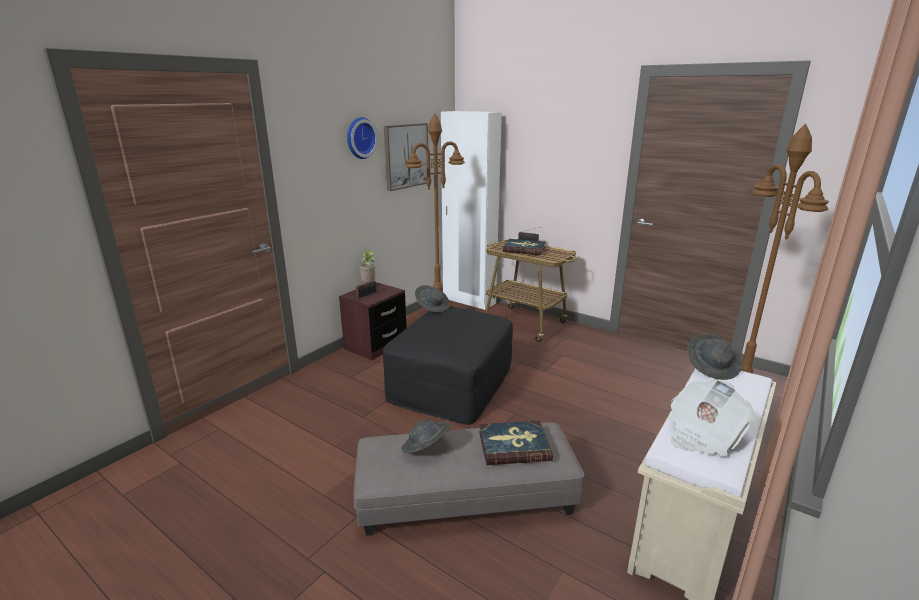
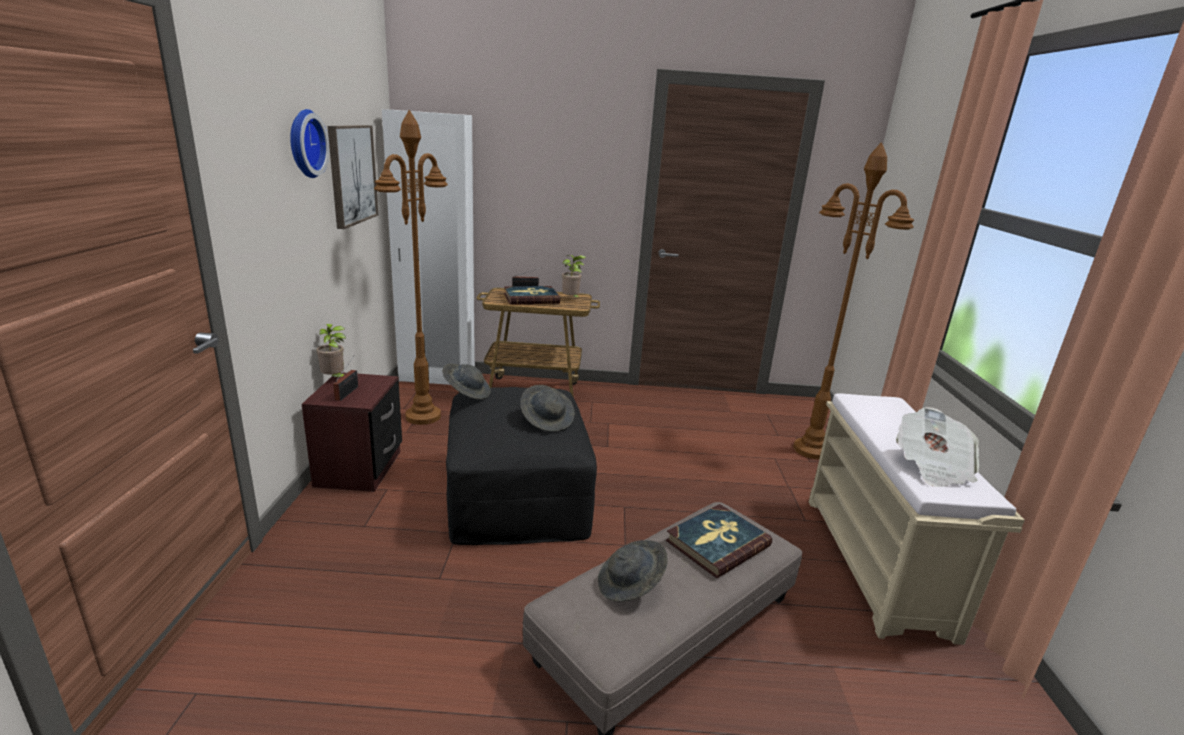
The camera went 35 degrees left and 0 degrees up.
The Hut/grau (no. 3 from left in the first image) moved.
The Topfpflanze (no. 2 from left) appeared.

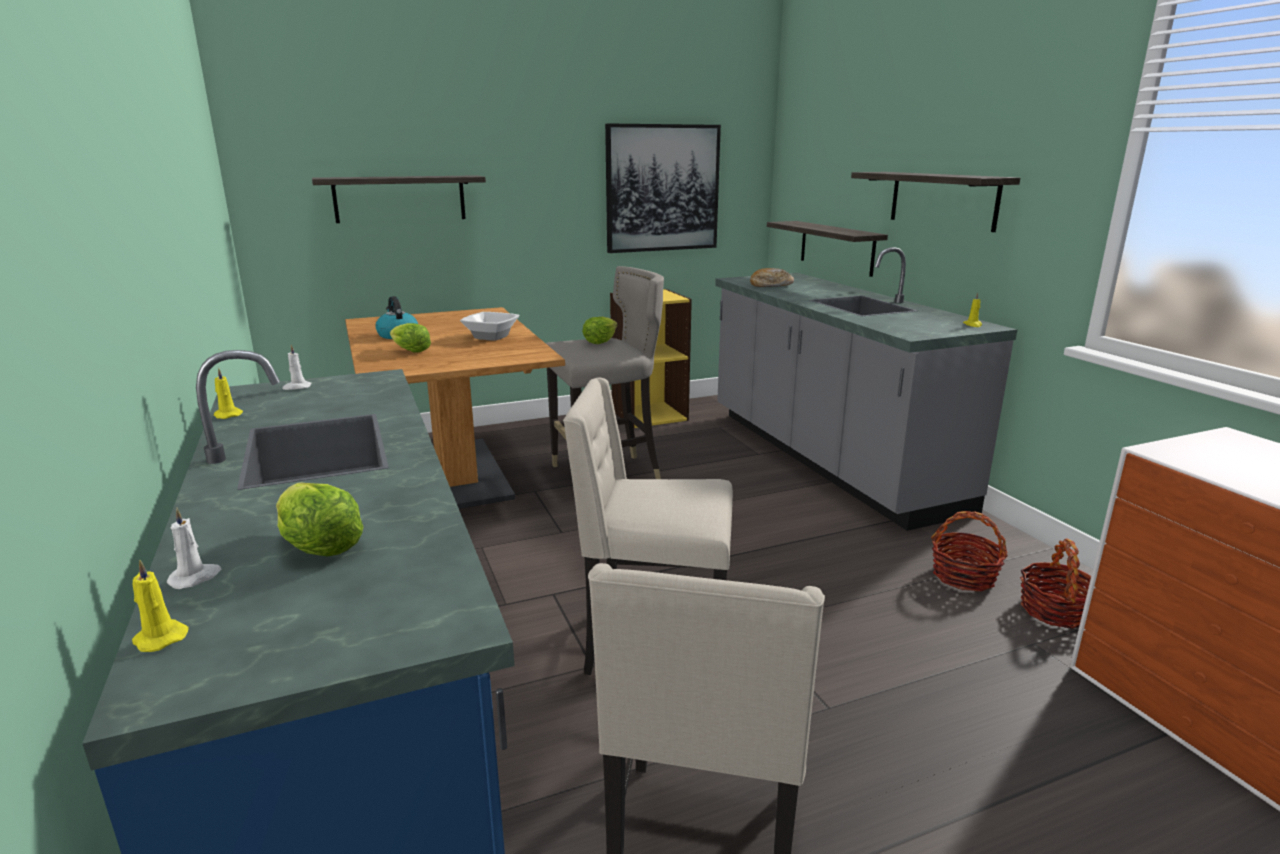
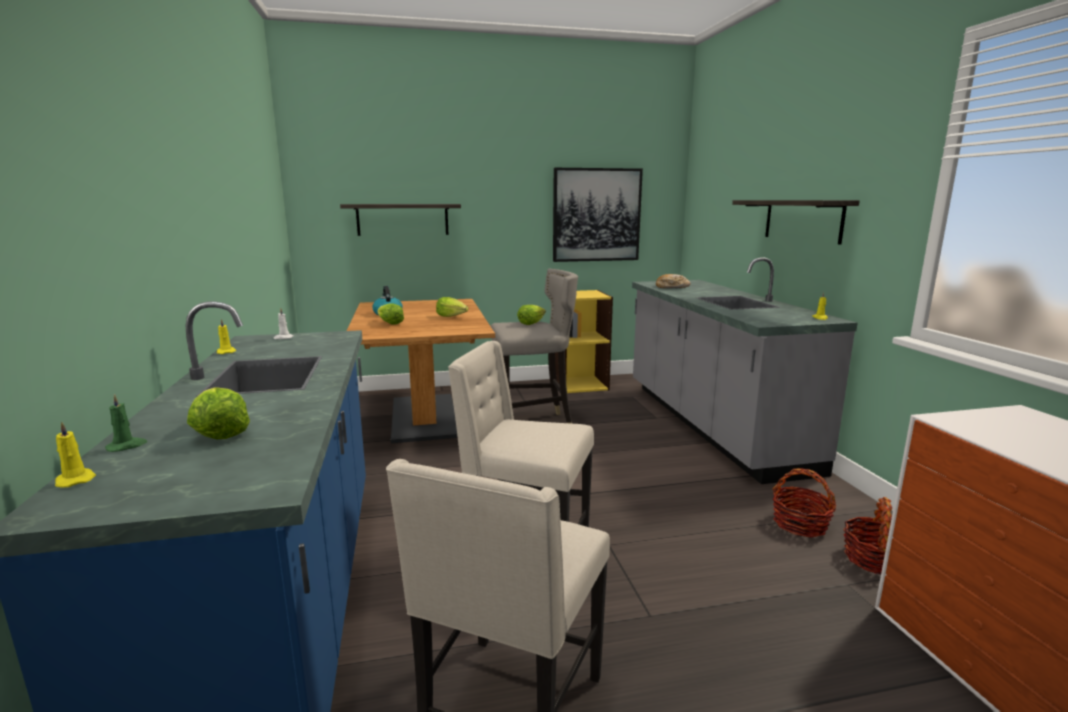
The camera went 10 degrees right and 5 degrees down.
The Kerze/weiß (no. 1 from left) became the Kerze/grün.
The Schüssel was replaced by the Salatkopf (no. 3 from left).
The Wandregal (no. 2 from left) disappeared.

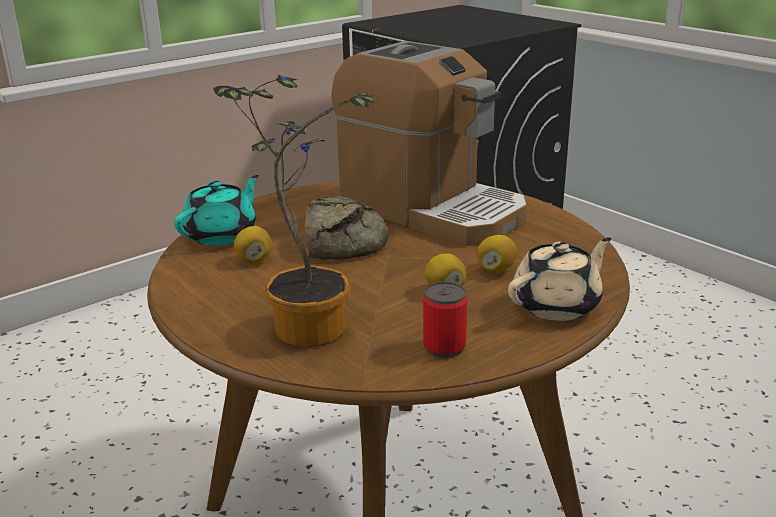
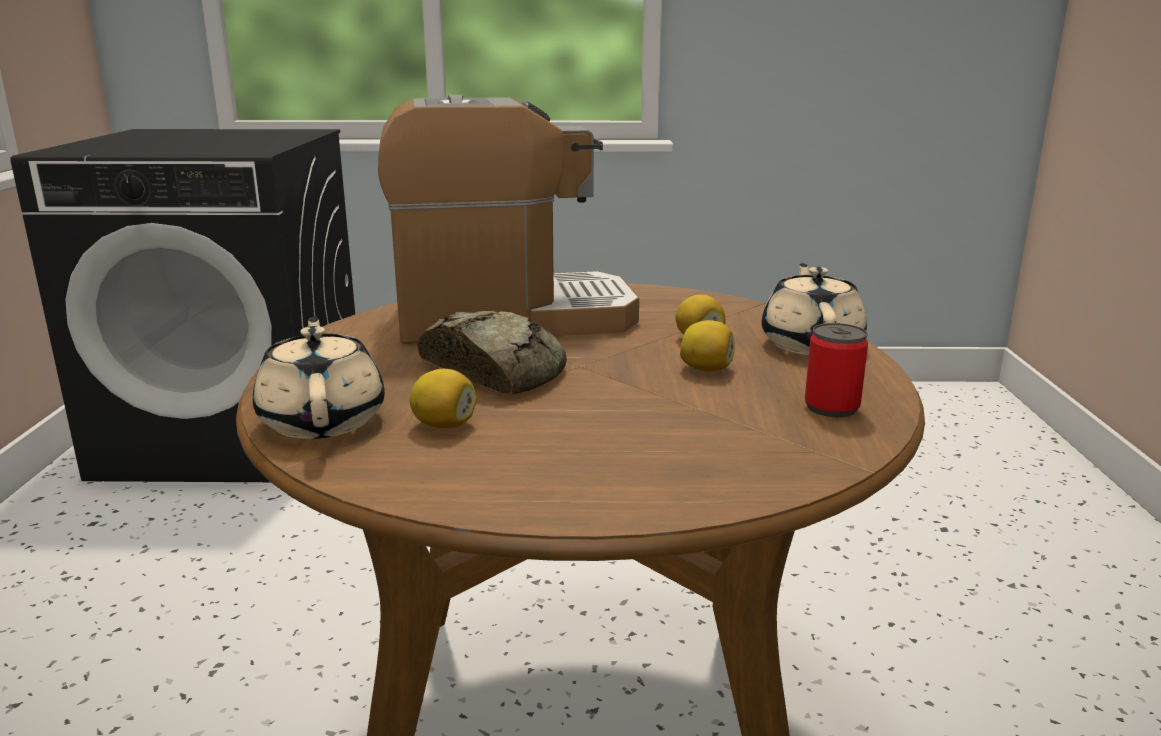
The camera went 50 degrees left and 5 degrees down.
The Teekanne/türkis became the Teekanne/beige (no. 1 from left).
The Topfpflanze disappeared.

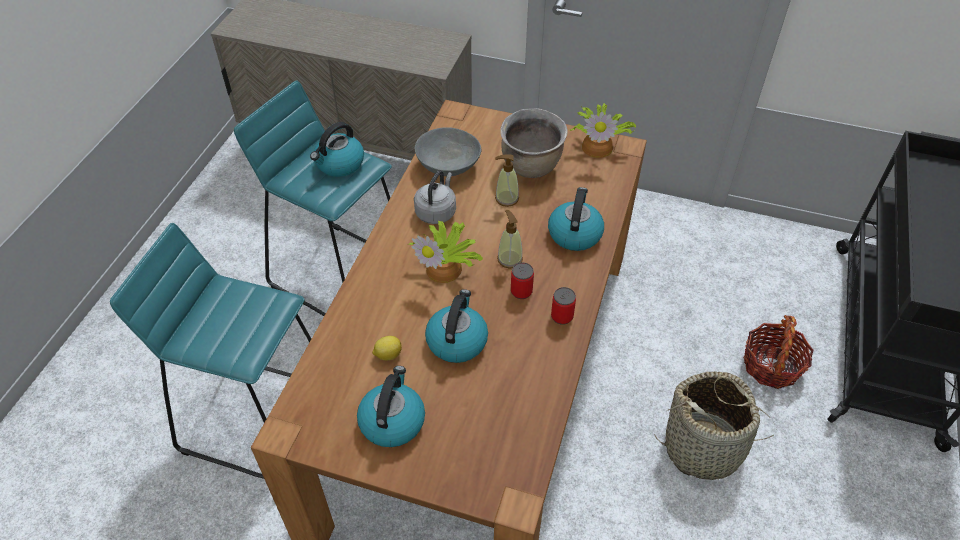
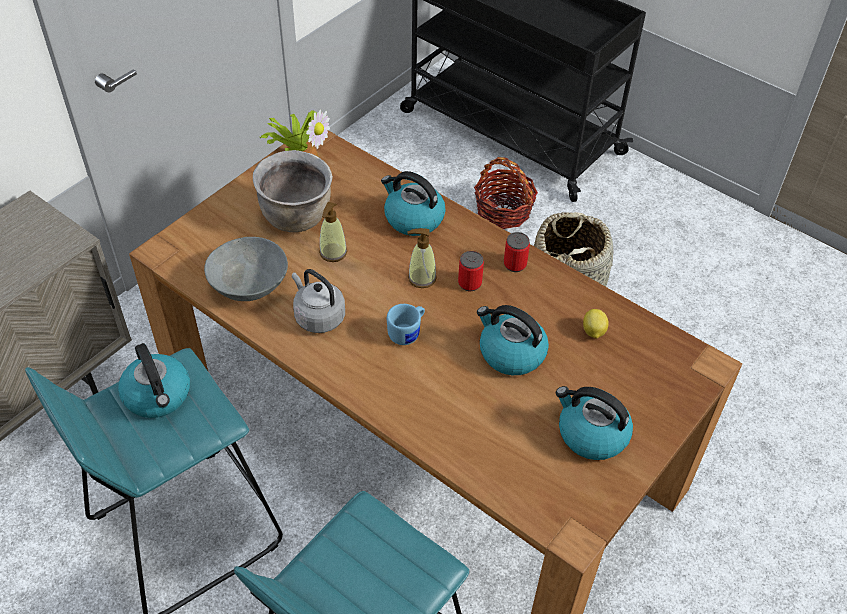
The camera went 70 degrees left and 0 degrees up.
The Zitrone moved.
The Topfpflanze (no. 1 from left) was replaced by the Henkelbecher/blau.

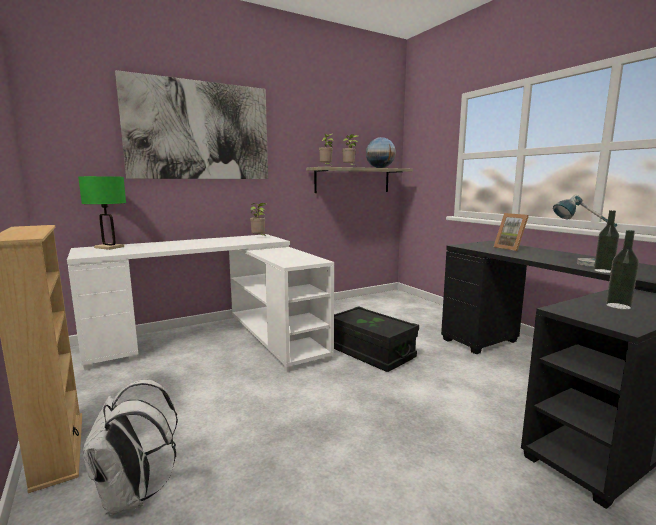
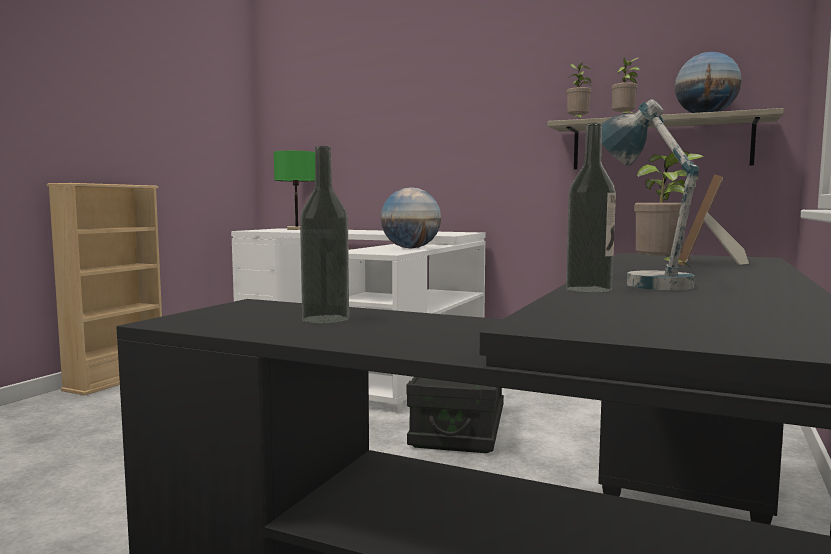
The camera went 55 degrees right and 5 degrees down.
The Rucksack/weiß disappeared.
The Bild disappeared.
The Topfpflanze (no. 1 from left in the first image) moved.
The Globus (no. 1 from left) appeared.

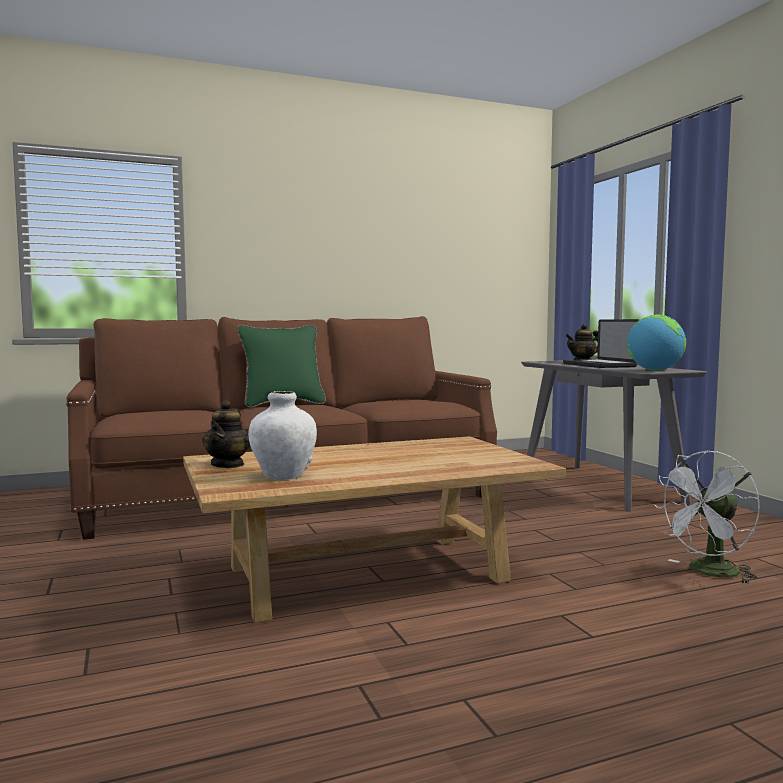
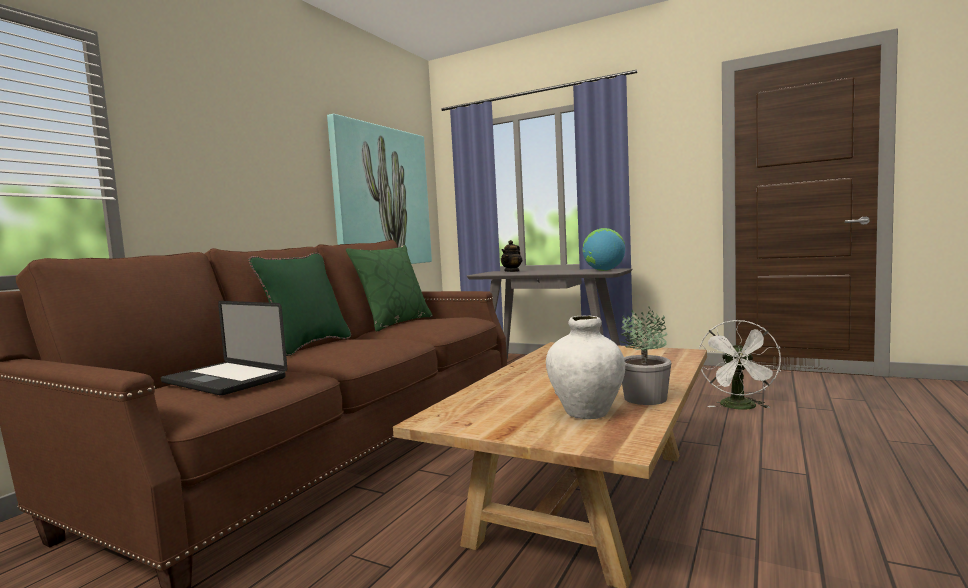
The camera went 40 degrees left and 0 degrees up.
The Teekanne (no. 1 from left) disappeared.
The Laptop moved.
The Bild appeared.
The Kissen/grün (no. 2 from left) appeared.
The Topfpflanze appeared.

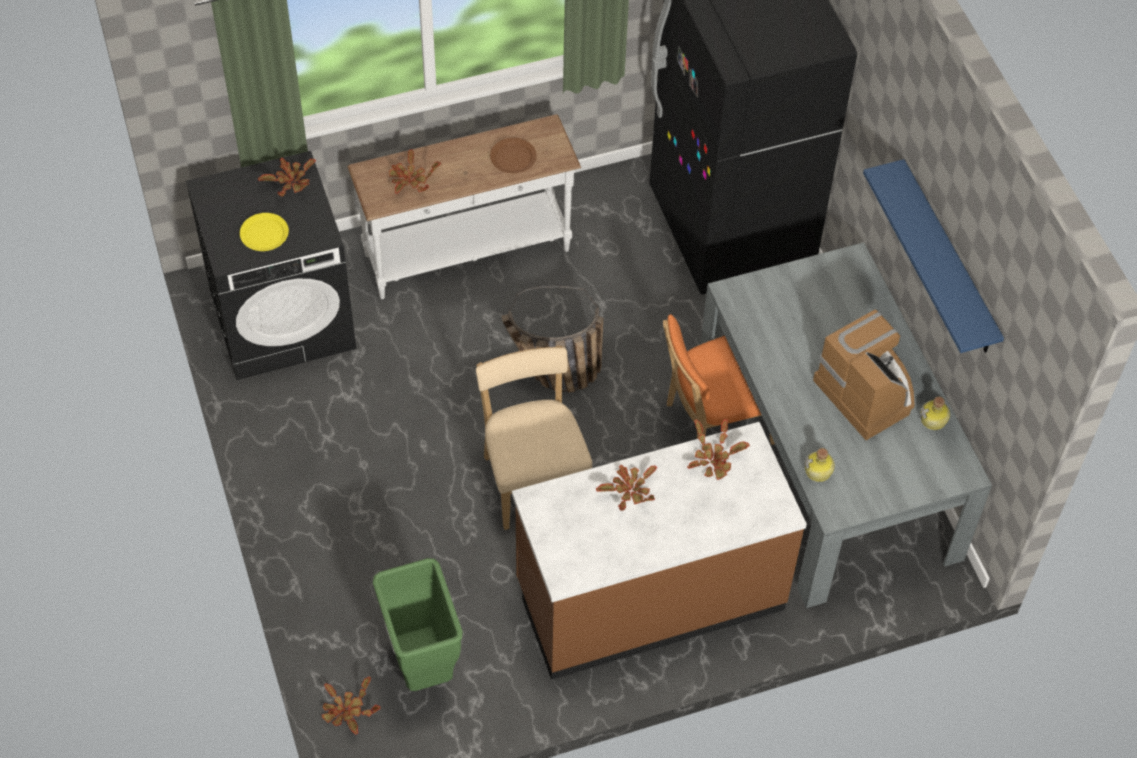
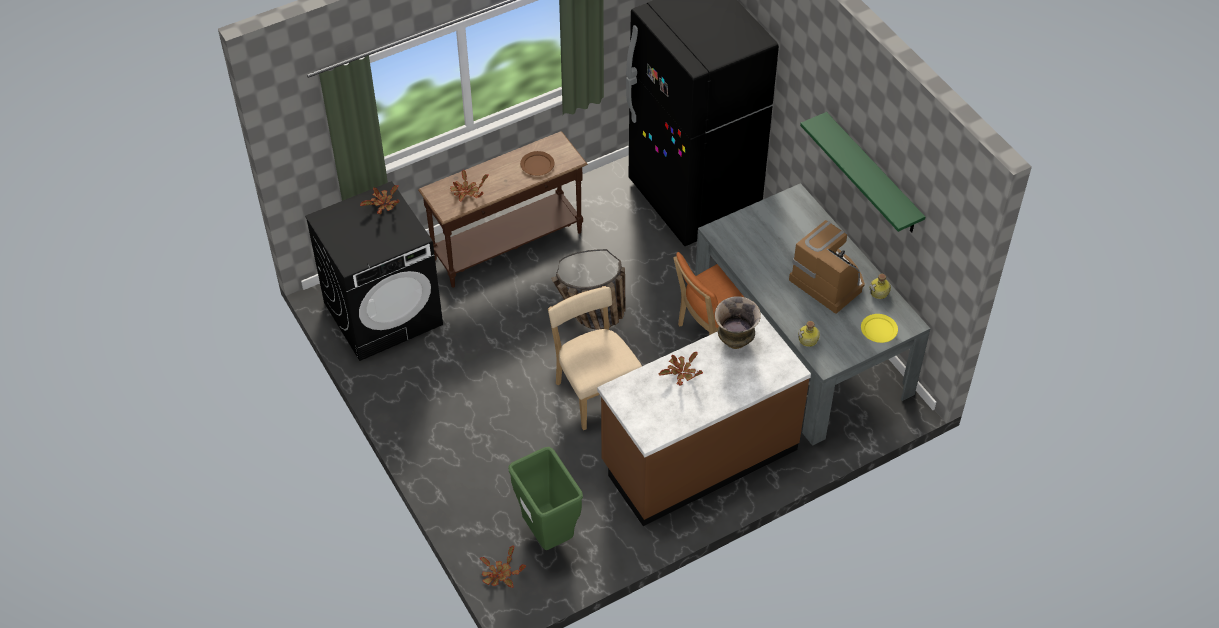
The camera went 10 degrees left and 5 degrees down.
The Teller/gelb moved.
The Konsolentisch/weiß became the Konsolentisch/braun.
The Topfpflanze (no. 5 from left) was replaced by the Vase.
The Wandregal/blau became the Wandregal/grün.

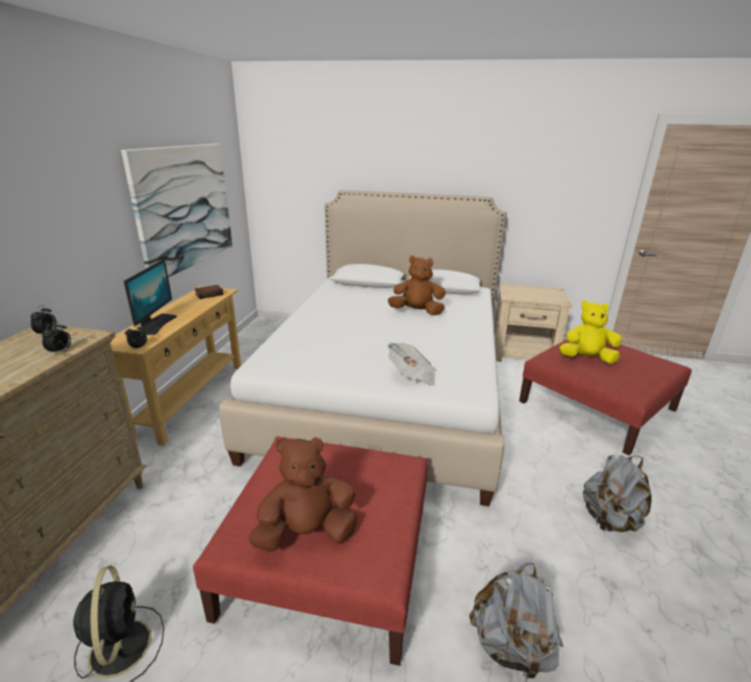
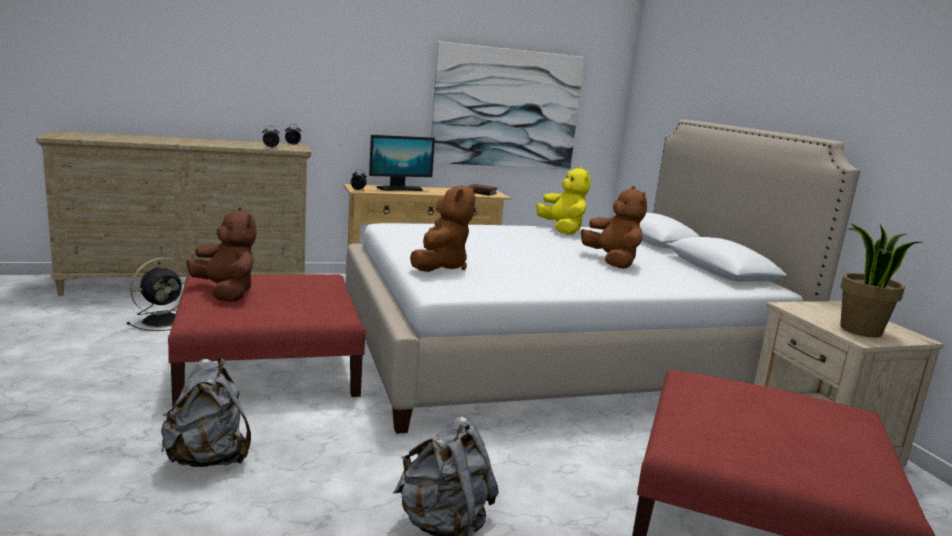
The camera went 60 degrees right and 10 degrees down.
The Zeitung was replaced by the Plüschtier/braun (no. 2 from left).
The Plüschtier/gelb moved.
The Topfpflanze appeared.

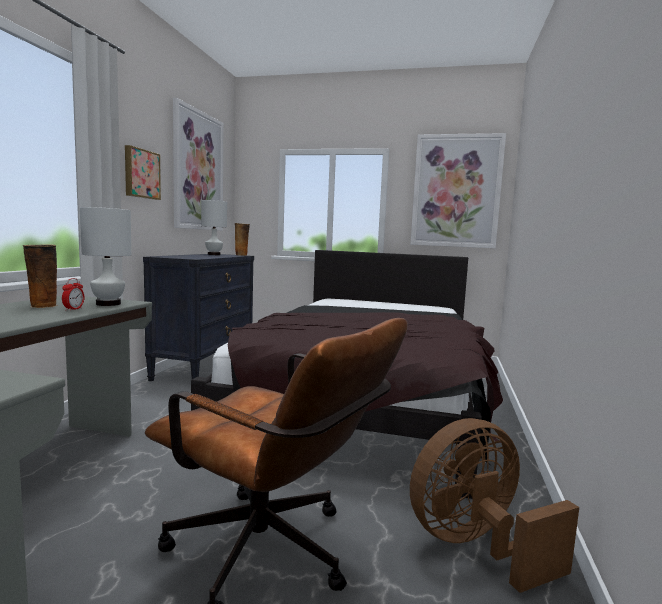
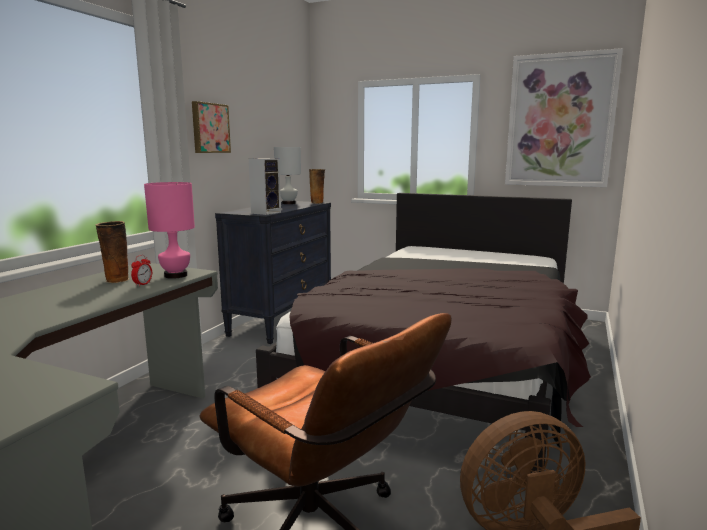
The camera went 10 degrees right and 5 degrees up.
The Tischlampe/weiß (no. 1 from left) became the Tischlampe/rosa.
The Bild (no. 2 from left) disappeared.
The Lautsprecher appeared.

